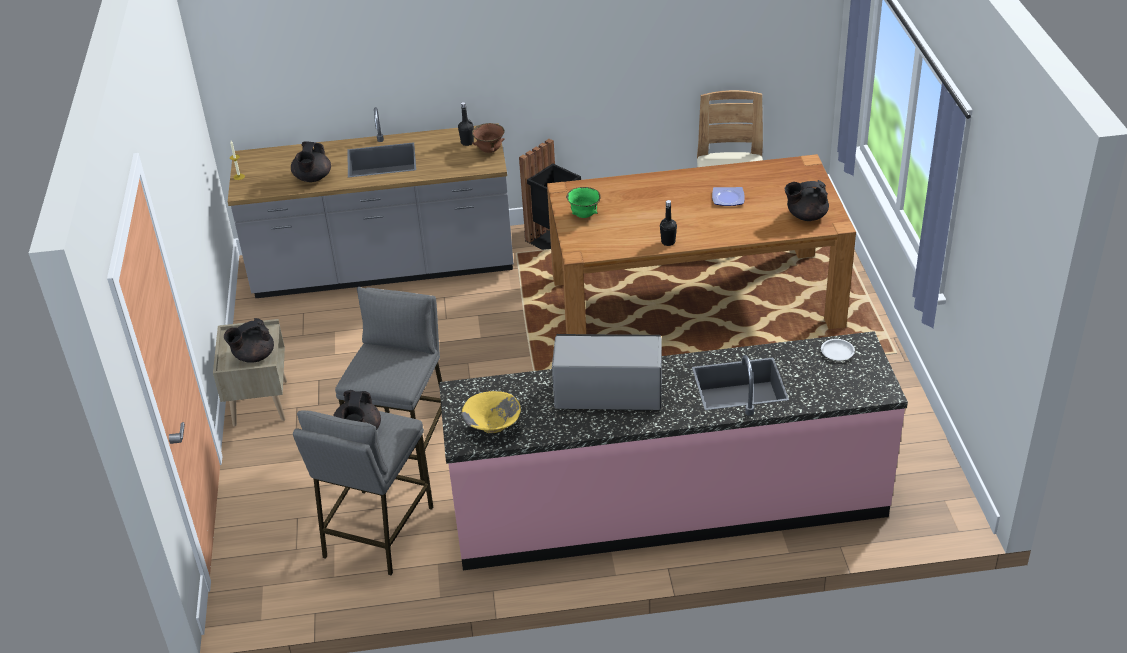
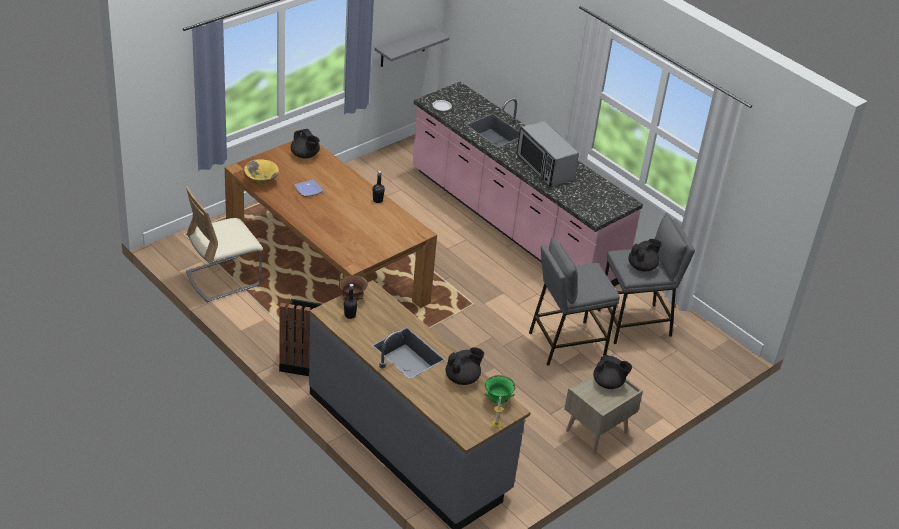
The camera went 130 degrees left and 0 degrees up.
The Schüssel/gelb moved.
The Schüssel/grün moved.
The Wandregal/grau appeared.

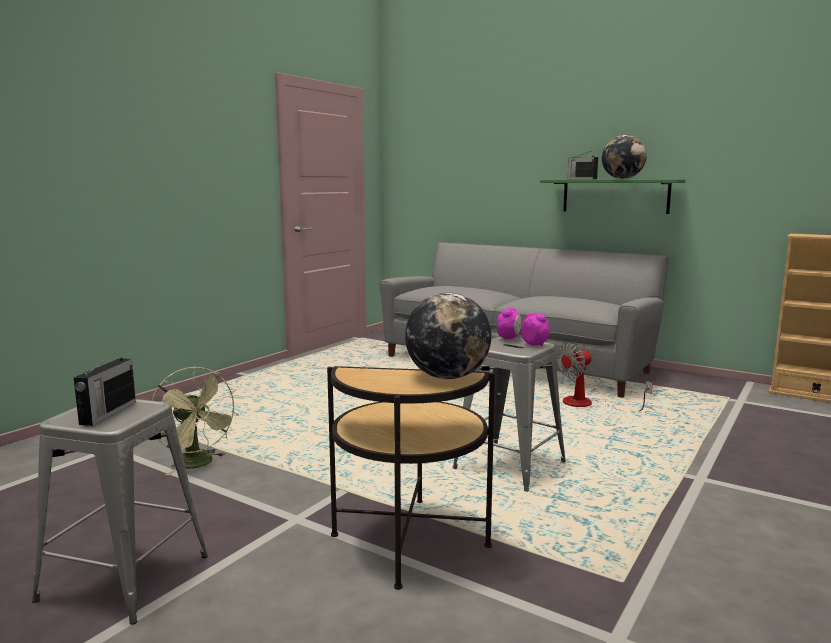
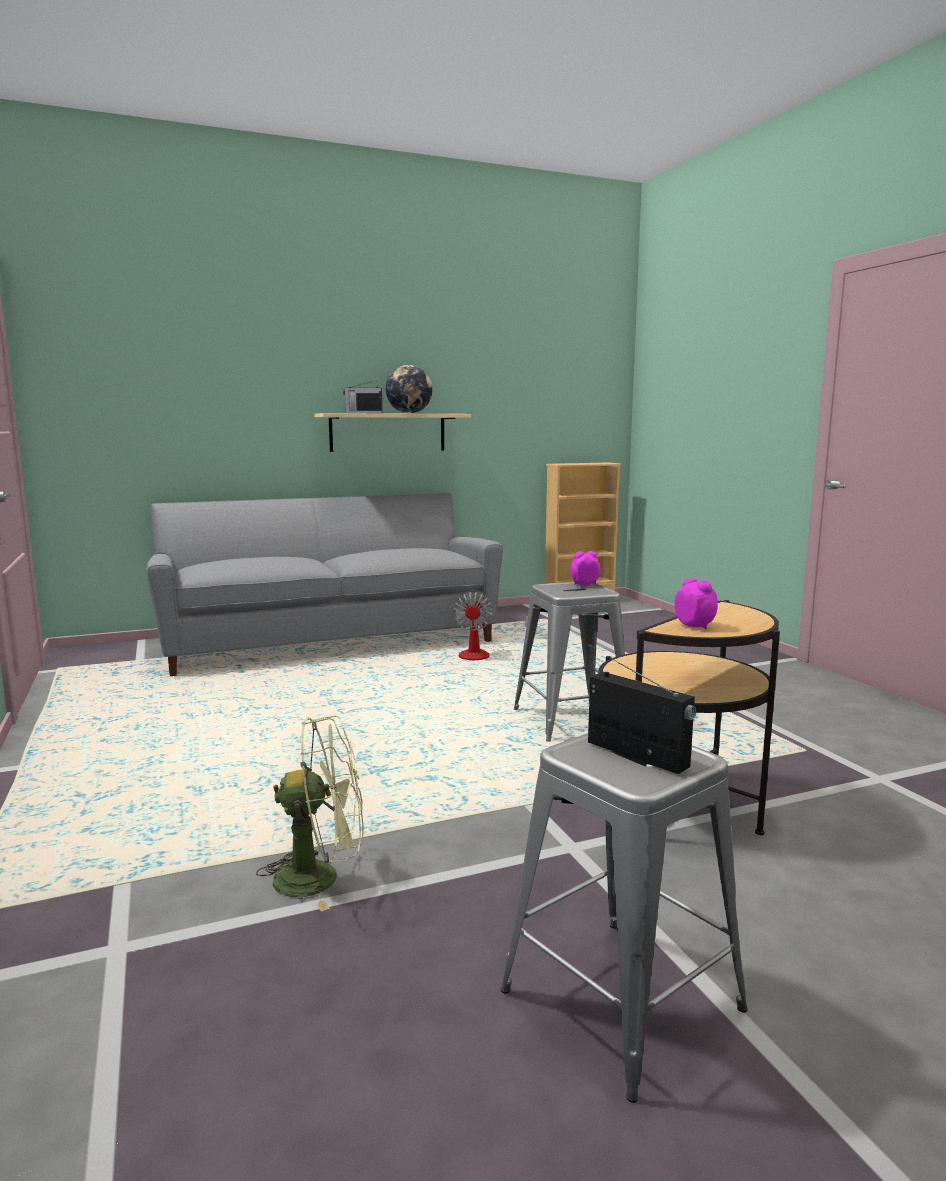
The camera went 55 degrees left and 0 degrees up.
The Globus (no. 1 from left) disappeared.
The Wecker (no. 1 from left in the first image) moved.
The Wandregal/grün became the Wandregal/beige.

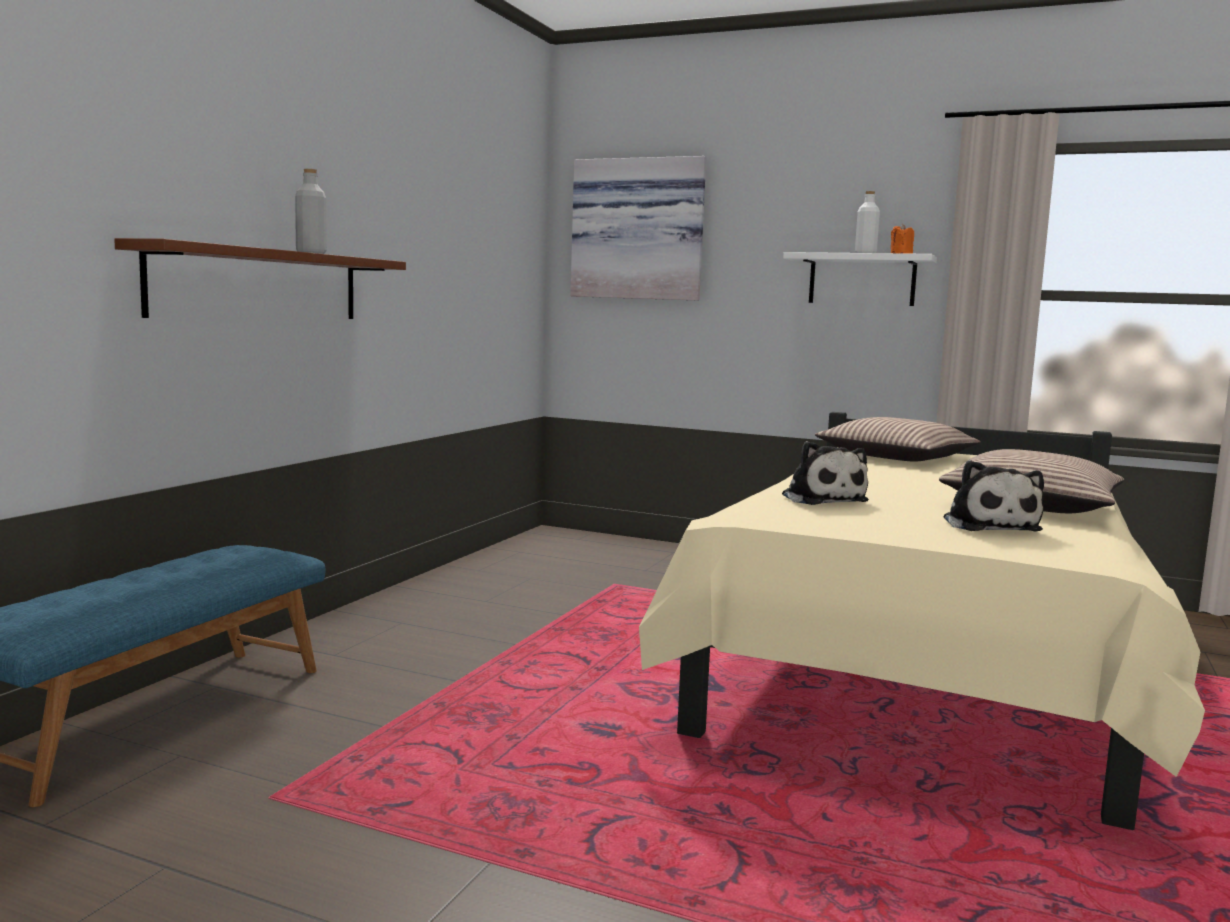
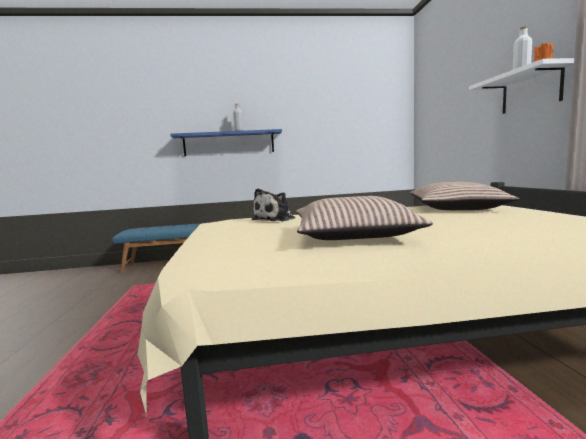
The camera went 60 degrees right and 0 degrees up.
The Wandregal/braun became the Wandregal/blau.
The Bild disappeared.
The Plüschtier (no. 2 from left) disappeared.

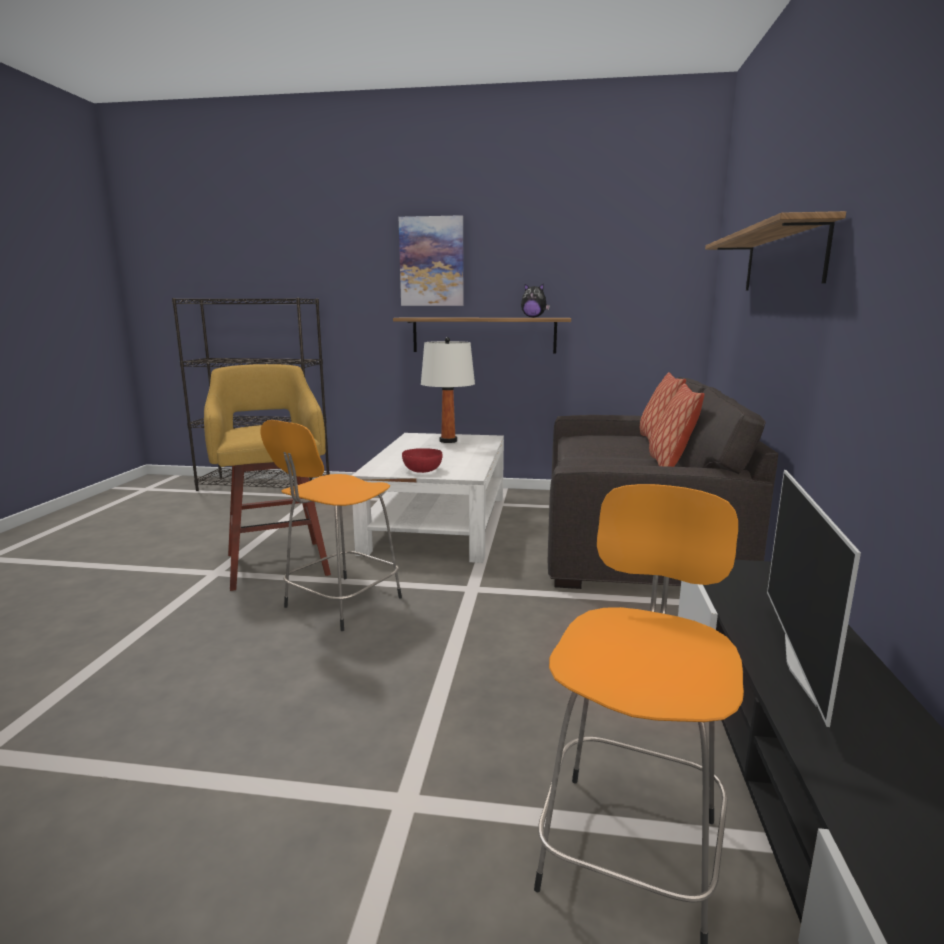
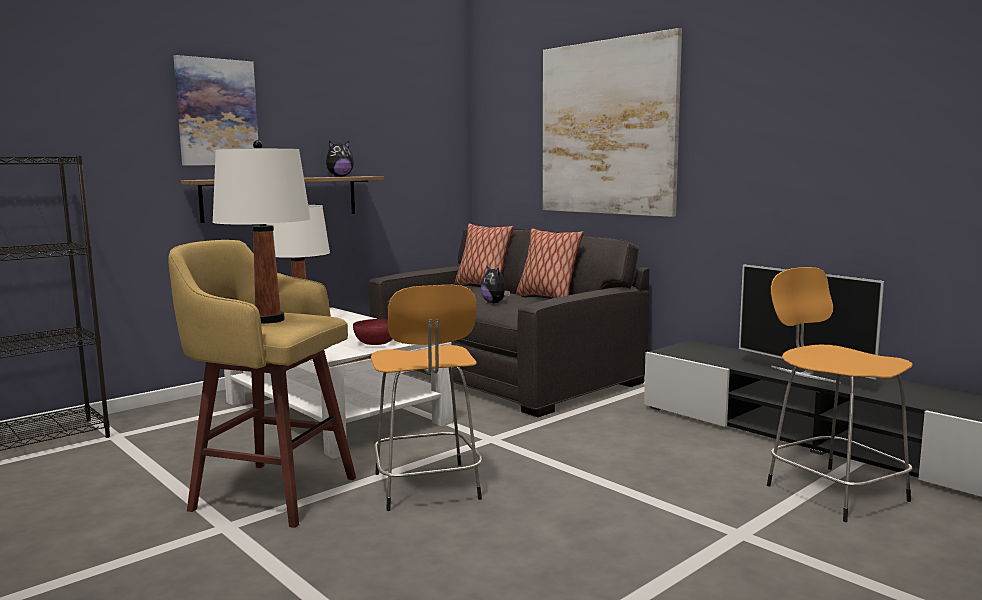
The camera went 50 degrees left and 5 degrees down.
The Wandregal (no. 2 from left) was replaced by the Bild (no. 2 from left).
The Tischlampe/weiß (no. 1 from left) appeared.
The Plüschtier (no. 2 from left) appeared.

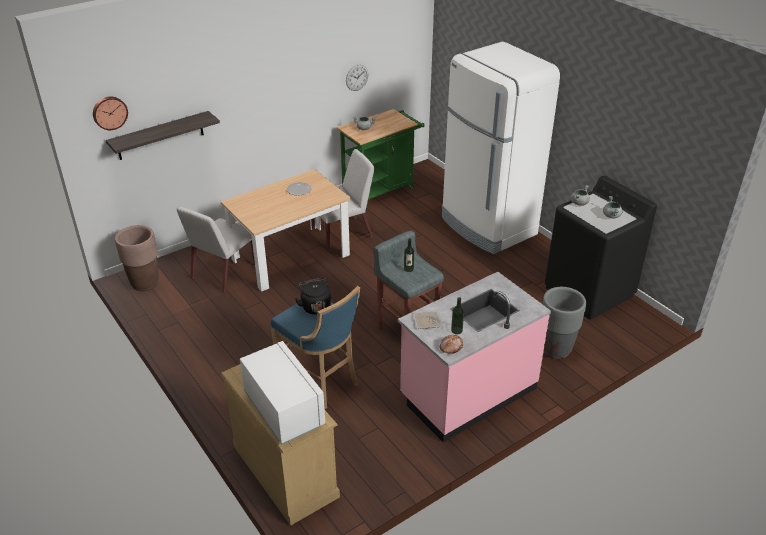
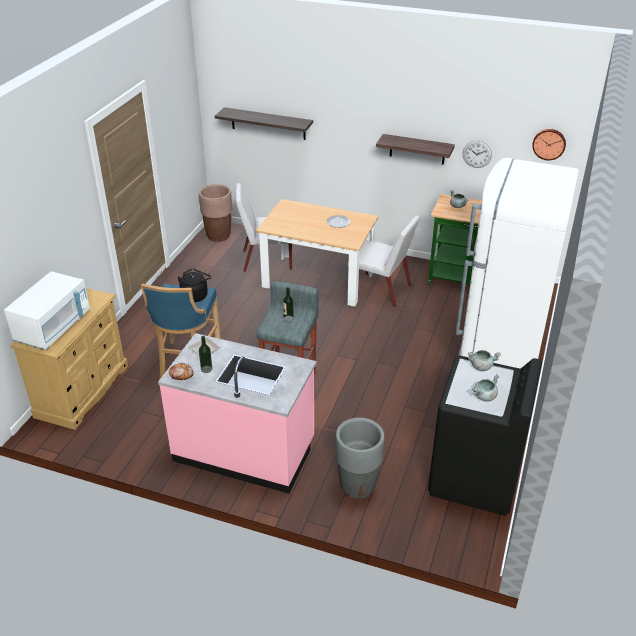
The camera went 55 degrees right and 0 degrees up.
The Wanduhr (no. 1 from left in the first image) moved.
The Wandregal (no. 2 from left) appeared.

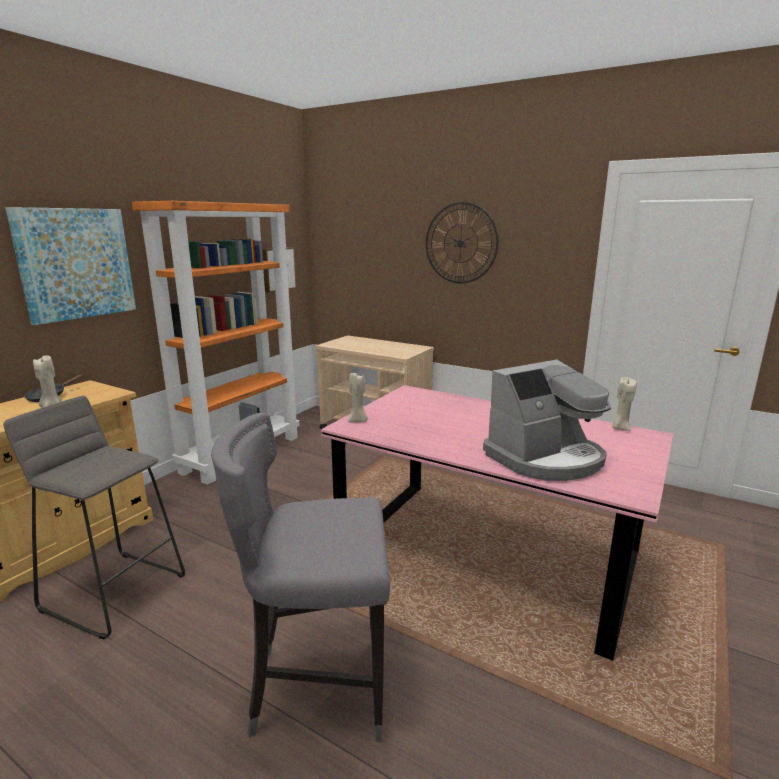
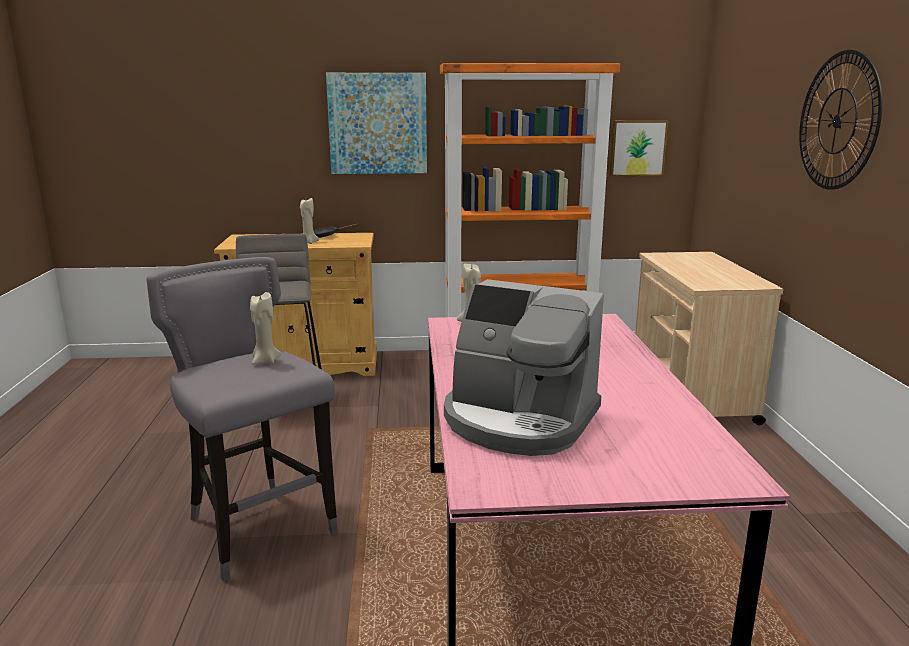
The camera went 55 degrees right and 0 degrees up.
The Kerze/beige (no. 3 from left in the first image) moved.

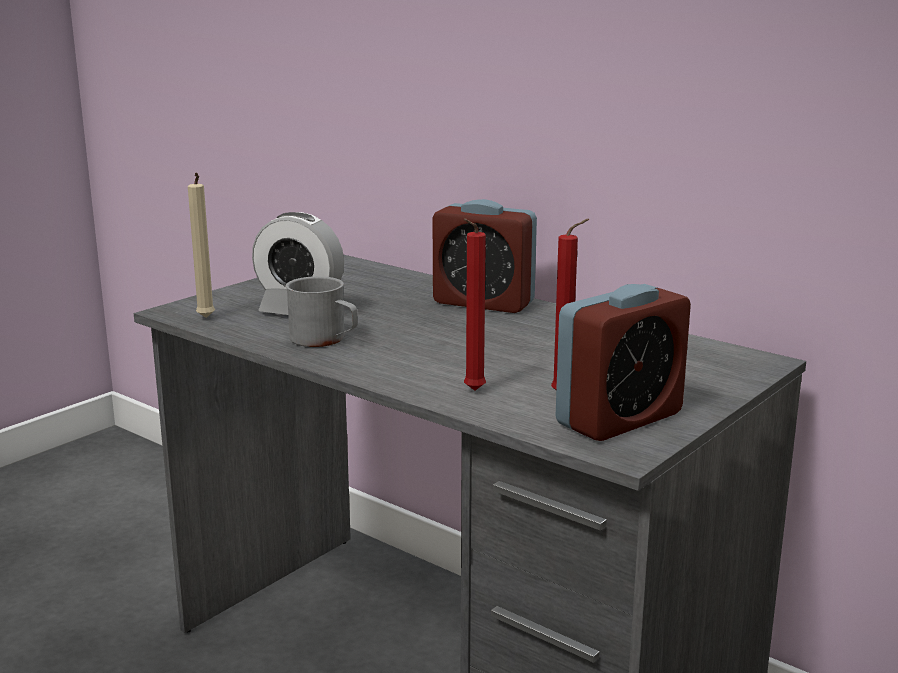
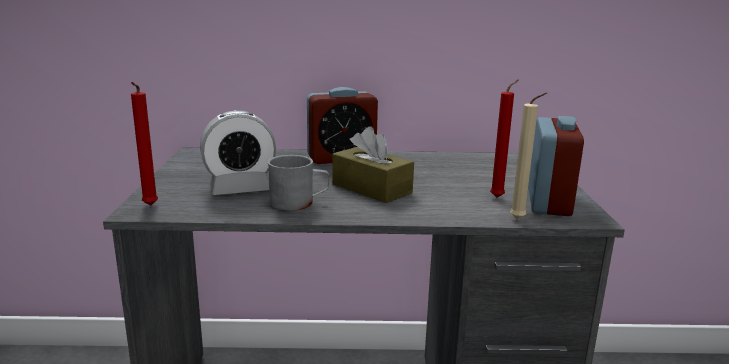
The camera went 40 degrees left and 0 degrees up.
The Kerze/beige moved.
The Kerze/rot (no. 1 from left) moved.
The Taschentuchbox/braun appeared.

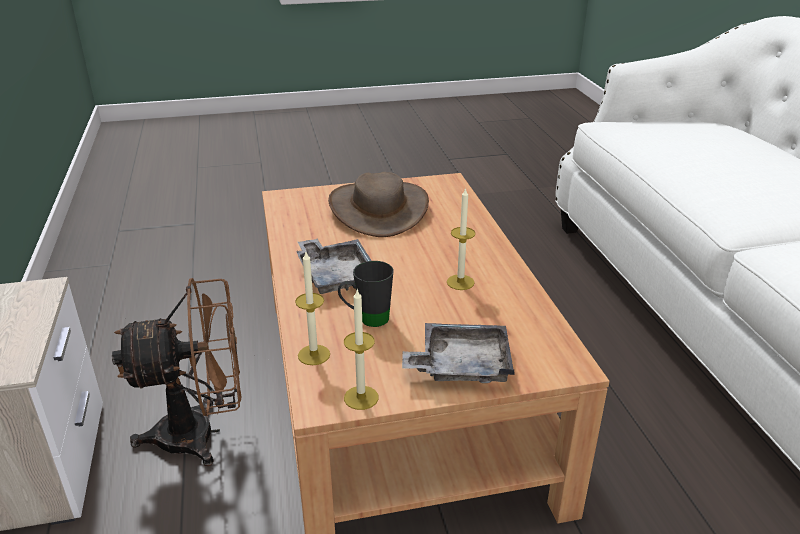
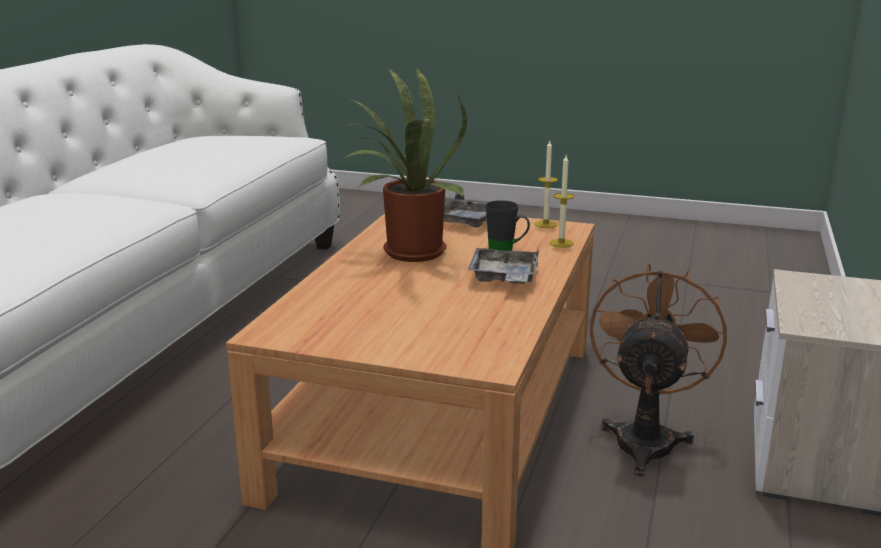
The camera went 150 degrees left and 10 degrees down.
The Ventilator/braun turned 90 degrees clockwise.
The Hut/braun disappeared.
The Kerze (no. 3 from left) was replaced by the Topfpflanze.

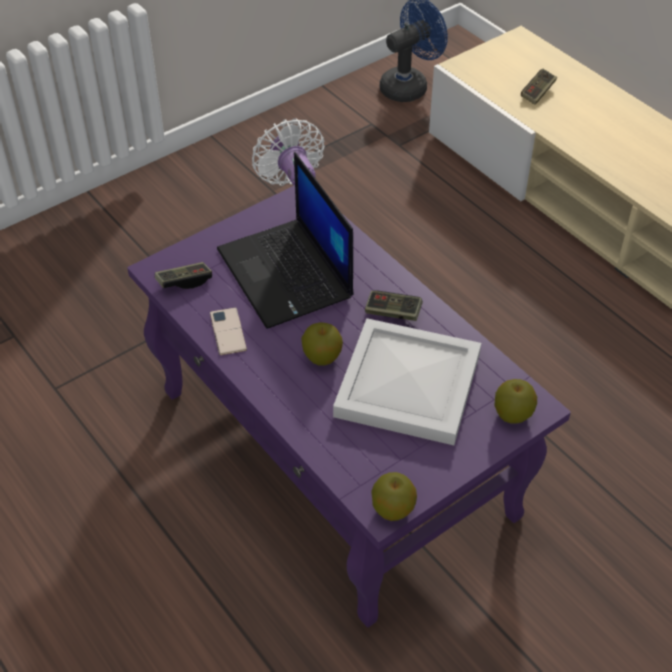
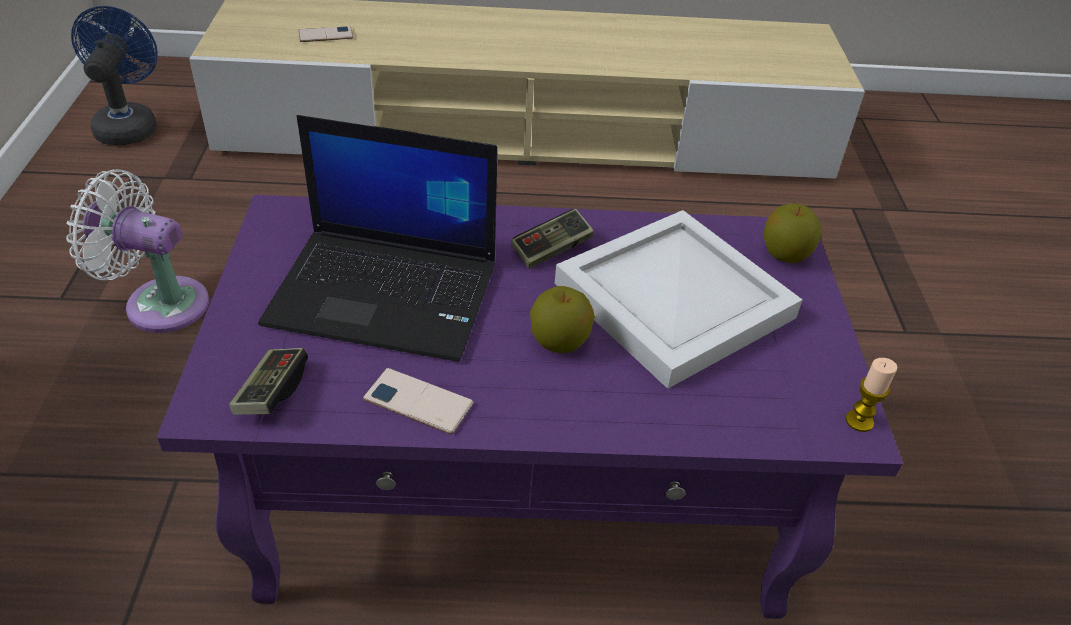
The camera went 55 degrees left and 5 degrees down.
The Apfel (no. 2 from left) was replaced by the Kerze.
The Gamepad (no. 3 from left) was replaced by the Handy (no. 1 from left).

